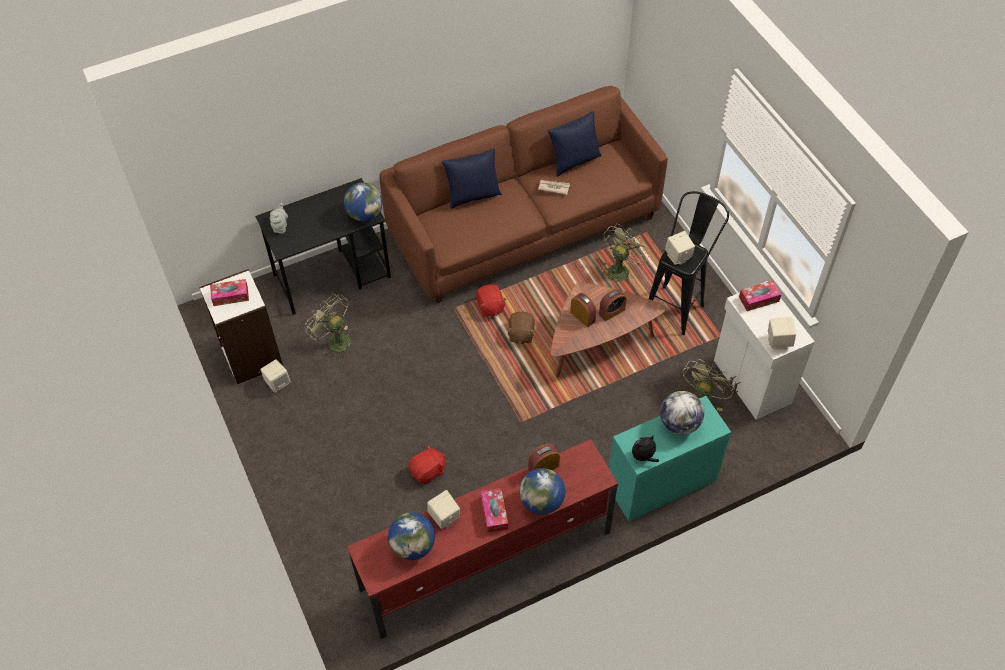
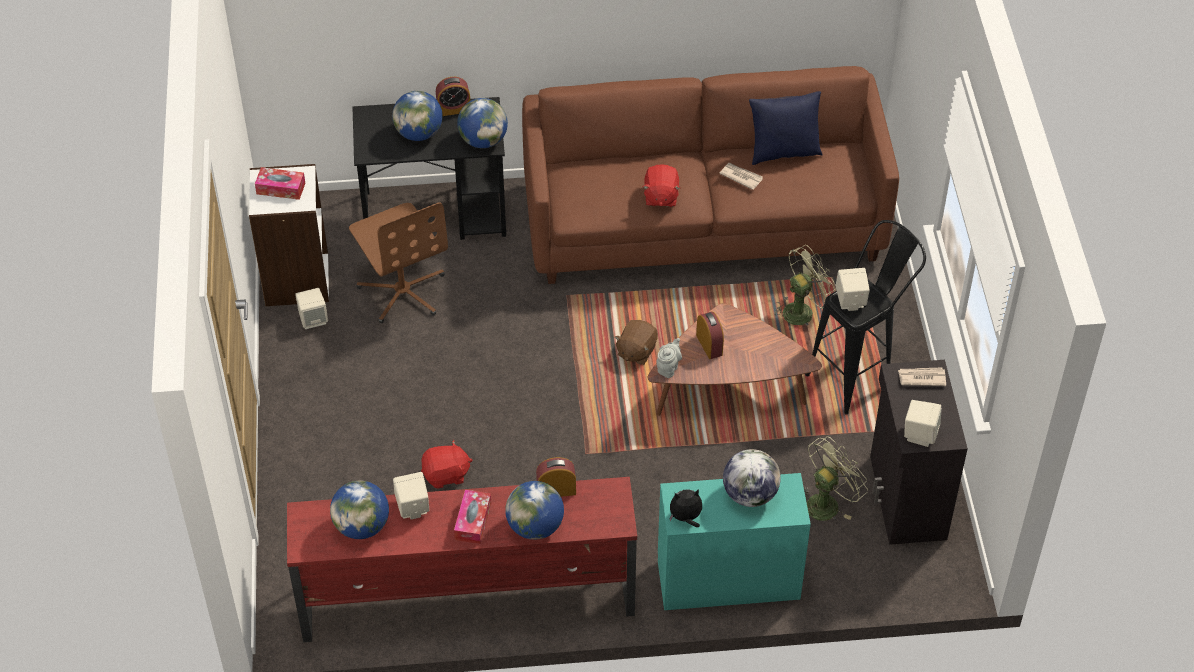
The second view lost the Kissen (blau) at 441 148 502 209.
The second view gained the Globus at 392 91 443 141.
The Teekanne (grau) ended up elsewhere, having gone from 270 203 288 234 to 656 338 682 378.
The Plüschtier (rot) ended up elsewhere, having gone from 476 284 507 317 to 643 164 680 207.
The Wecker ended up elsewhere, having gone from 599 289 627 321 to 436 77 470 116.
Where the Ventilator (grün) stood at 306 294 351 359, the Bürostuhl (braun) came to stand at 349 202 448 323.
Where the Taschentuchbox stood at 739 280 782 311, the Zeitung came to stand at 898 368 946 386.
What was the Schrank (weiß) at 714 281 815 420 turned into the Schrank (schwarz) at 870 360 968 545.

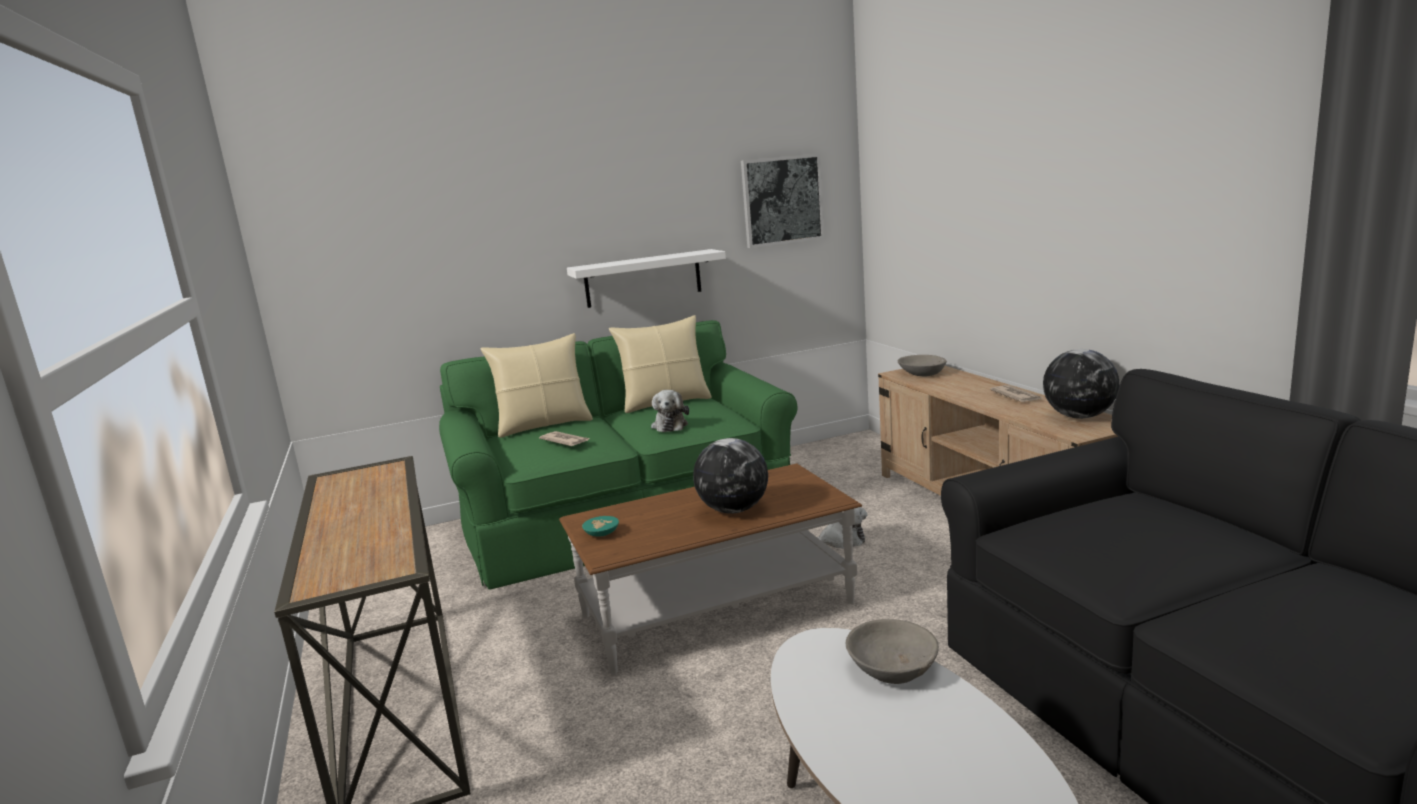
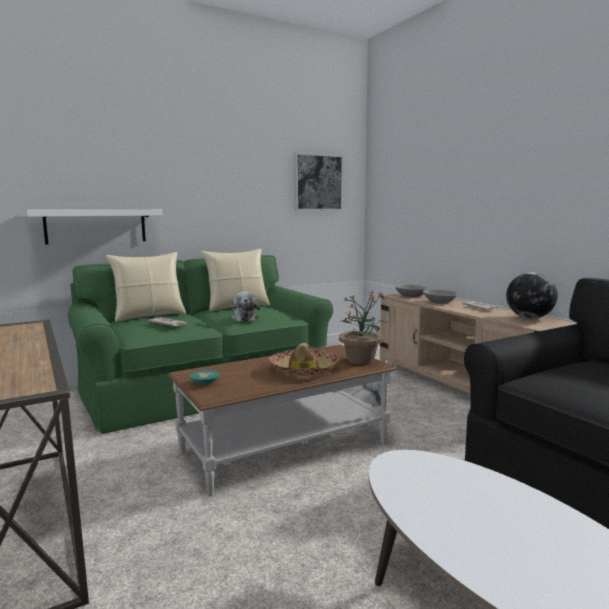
The second view gained the Topfpflanze at 339 290 391 365.
The Wandregal (weiß) ended up elsewhere, having gone from 567 249 726 308 to 27 210 162 245.
The Schüssel (grau) ended up elsewhere, having gone from 846 619 939 684 to 423 289 457 304.
Where the Globus stood at 693 438 768 514, the Hut came to stand at 268 343 339 376.

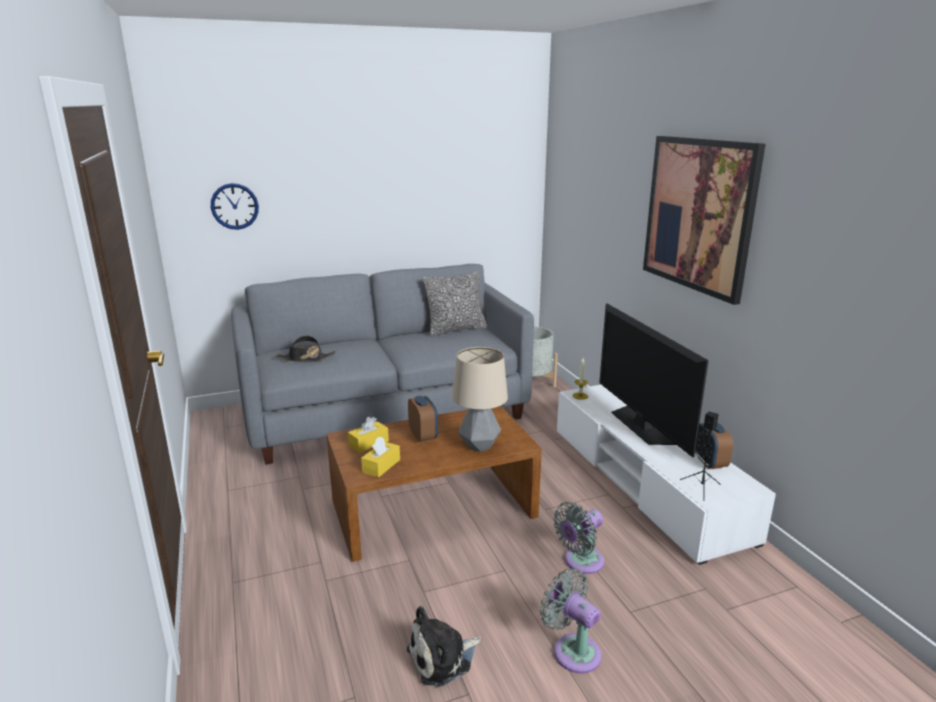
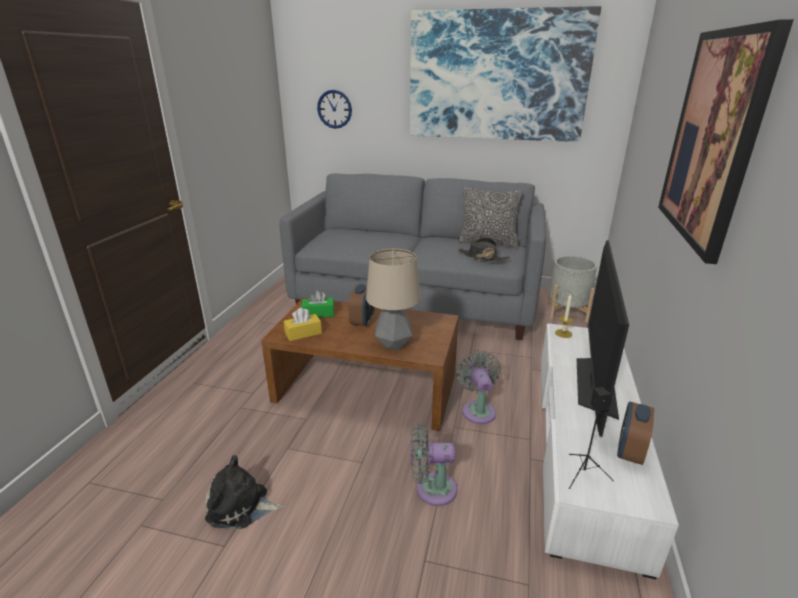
The second view gained the Bild at 410 6 601 142.
The Hut (schwarz) ended up elsewhere, having gone from 275 335 336 361 to 458 237 510 262.
The Ventilator (grau) ended up elsewhere, having gone from 540 568 602 673 to 456 351 501 424.
What was the Taschentuchbox (gelb) at 348 417 389 453 turned into the Taschentuchbox (grün) at 301 291 334 318.

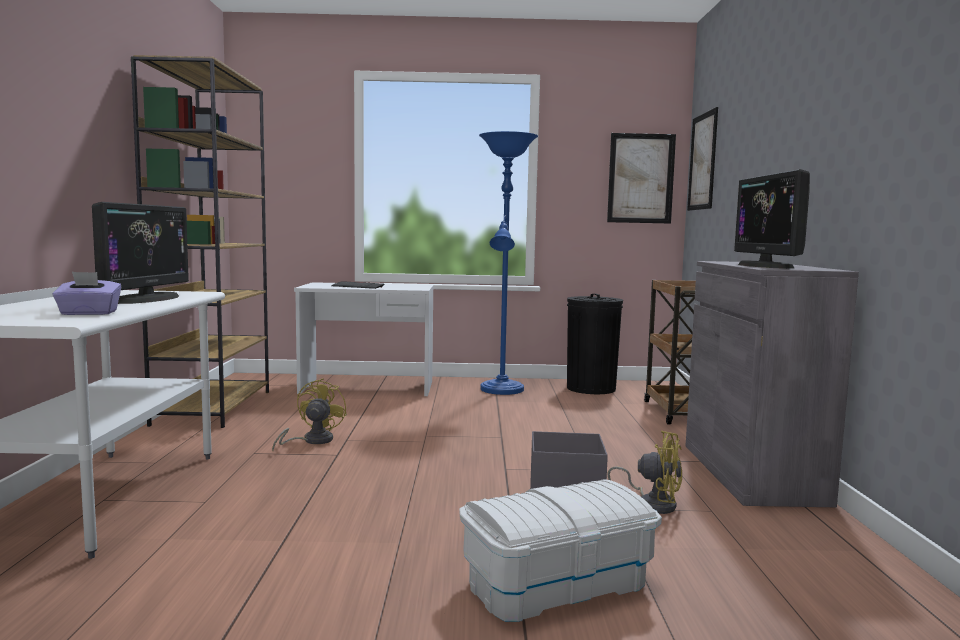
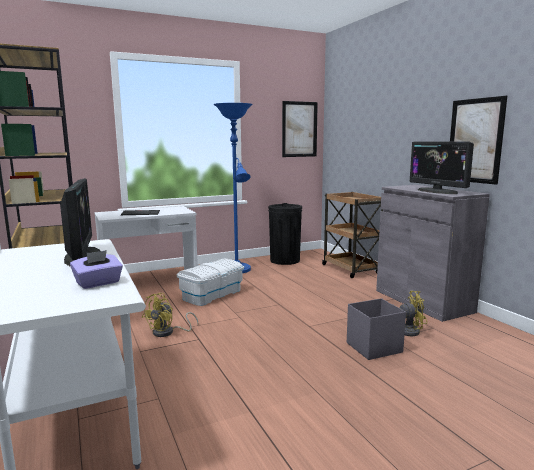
The Aufbewahrungsbox (weiß) ended up elsewhere, having gone from 459 479 662 622 to 177 259 244 306.
The Bild ended up elsewhere, having gone from 687 107 718 211 to 450 96 507 185.
The Ventilator (gelb) at 272 378 347 451 ended up facing another way, 135 degrees counterclockwise from before.

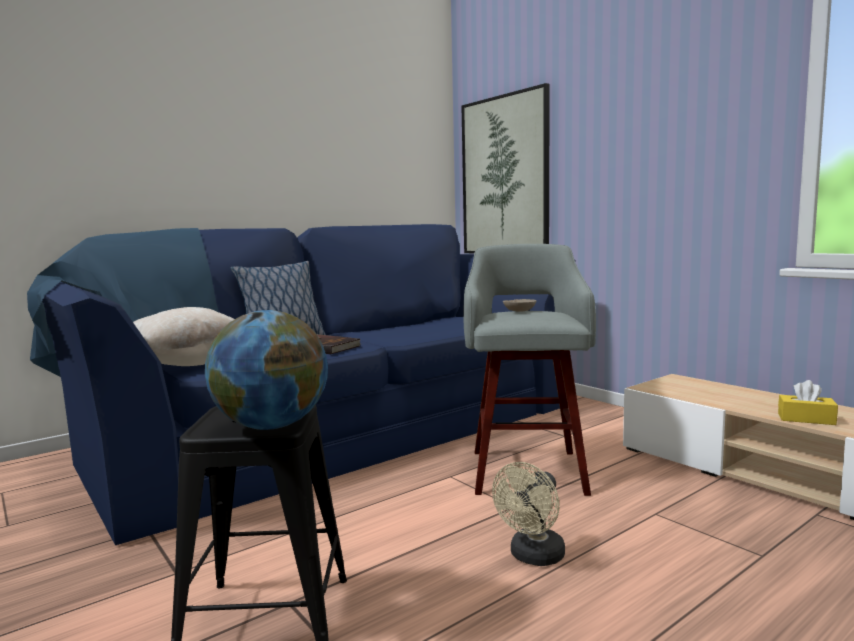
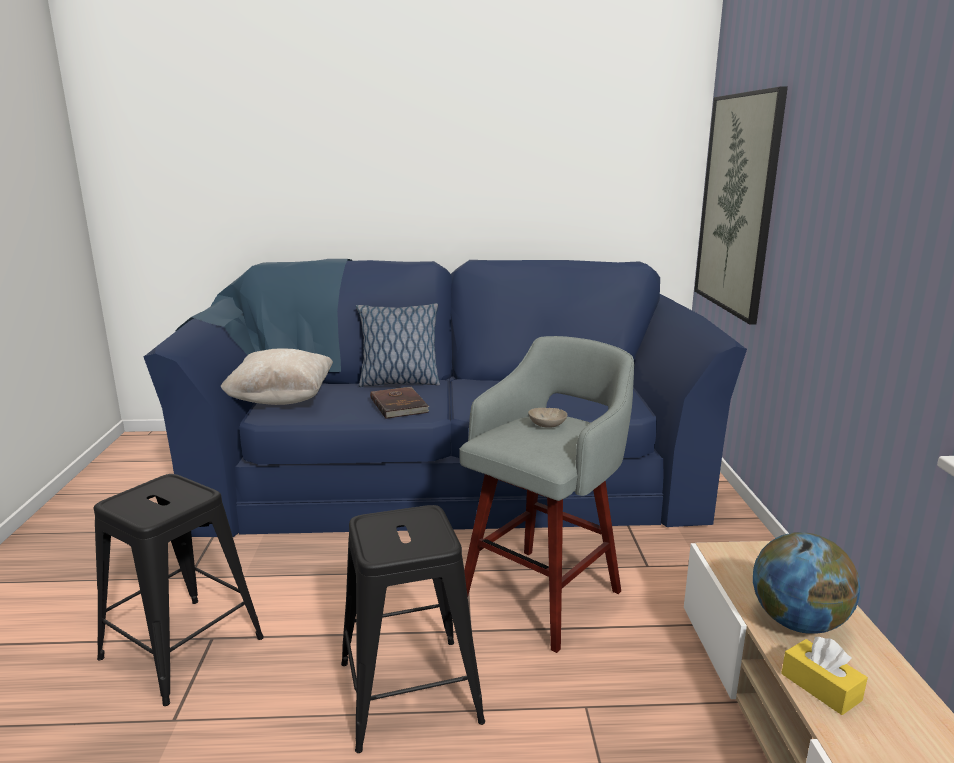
The Globus ended up elsewhere, having gone from 205 310 328 430 to 753 532 860 634.
Where the Ventilator (beige) stood at 492 462 565 566, the Hocker (schwarz) came to stand at 341 505 485 753.

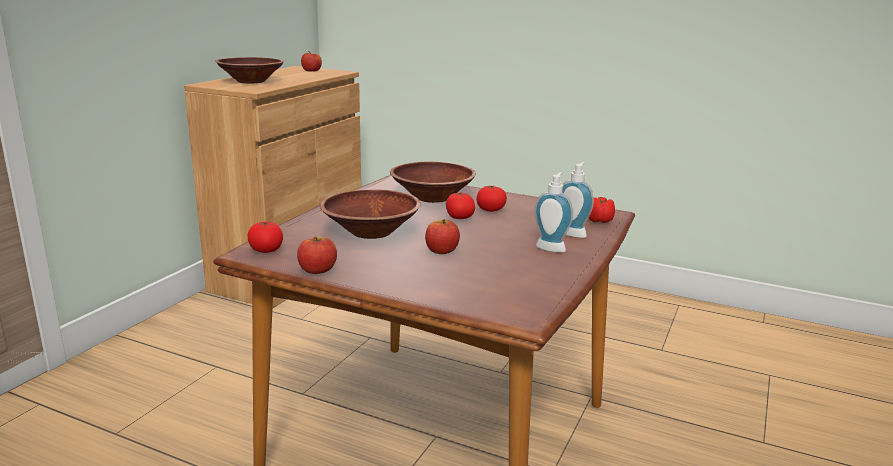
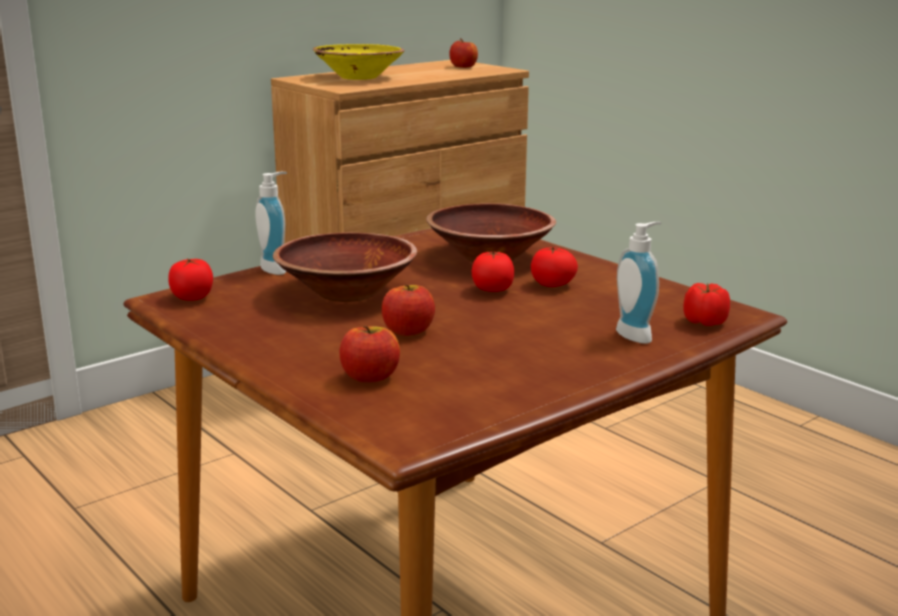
The Apfel ended up elsewhere, having gone from 297 237 337 274 to 340 325 400 382.
The Seifenspender ended up elsewhere, having gone from 534 172 573 253 to 255 172 287 275.
What was the Schüssel (braun) at 215 57 284 83 turned into the Schüssel (gelb) at 313 44 405 80.

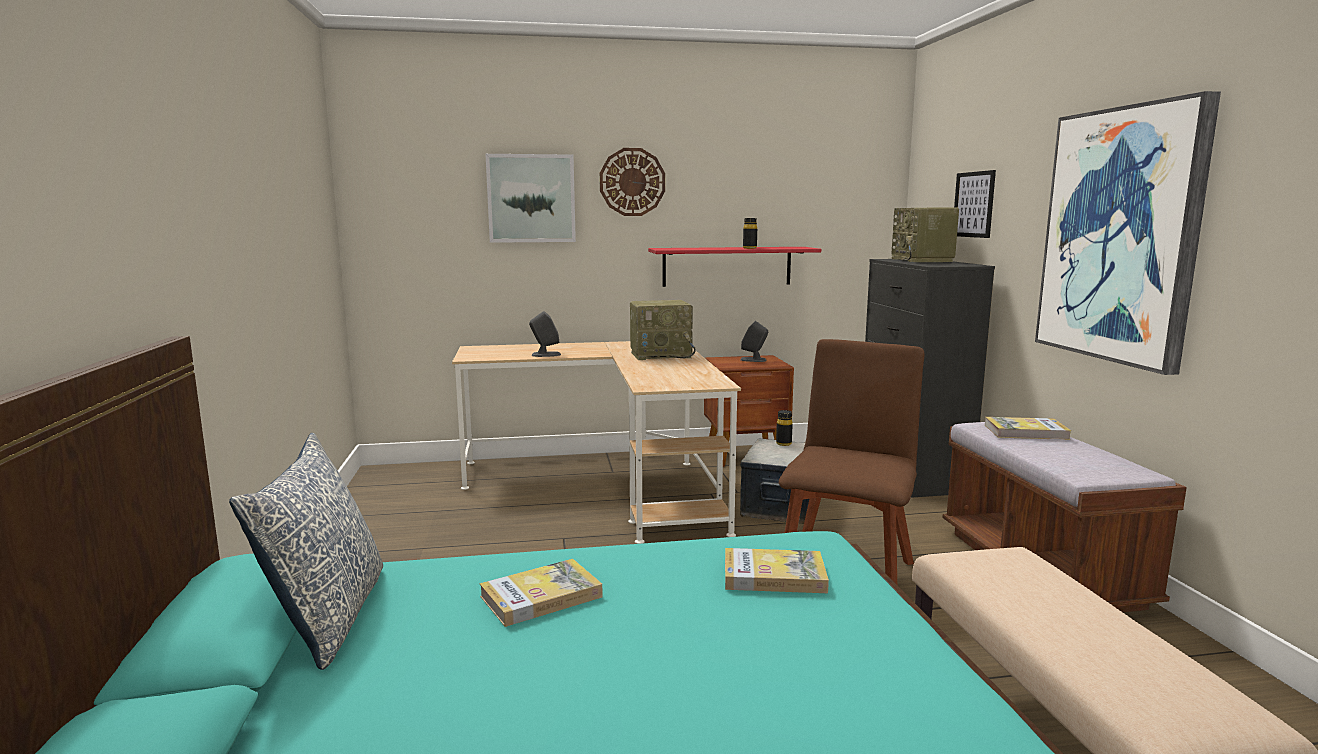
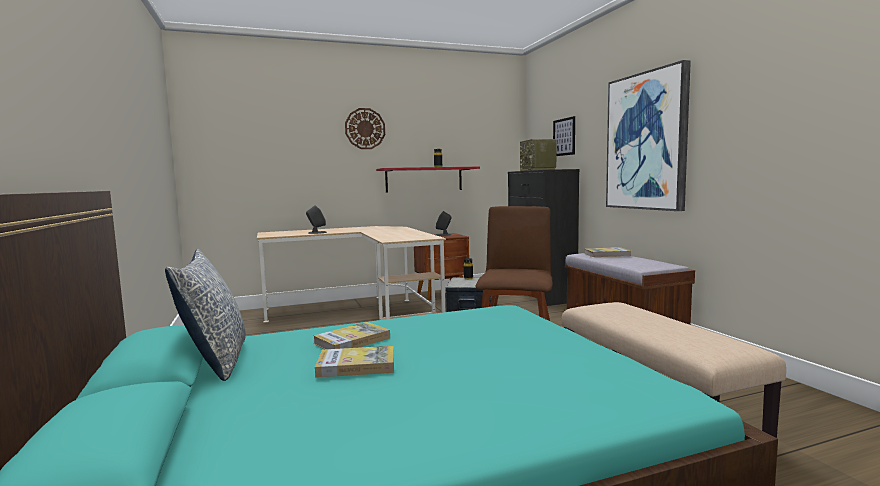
The second view lost the Bild at 485 154 576 243.
The second view lost the Radio at 630 300 696 360.
The Buch ended up elsewhere, having gone from 725 548 829 593 to 315 346 394 378.

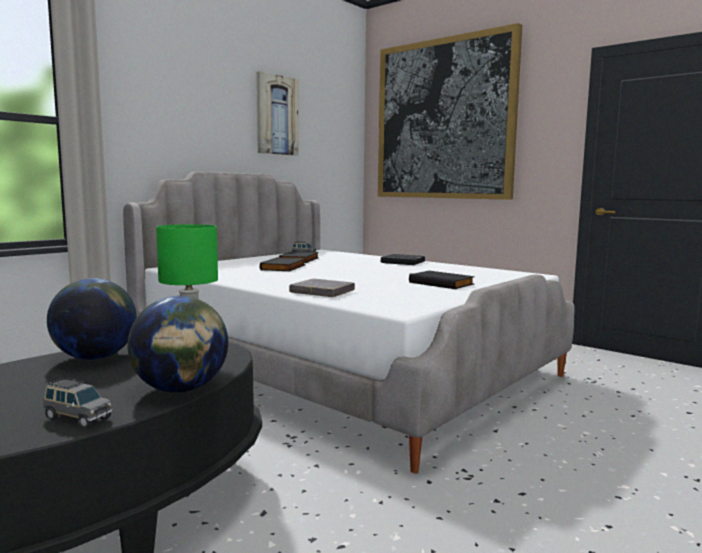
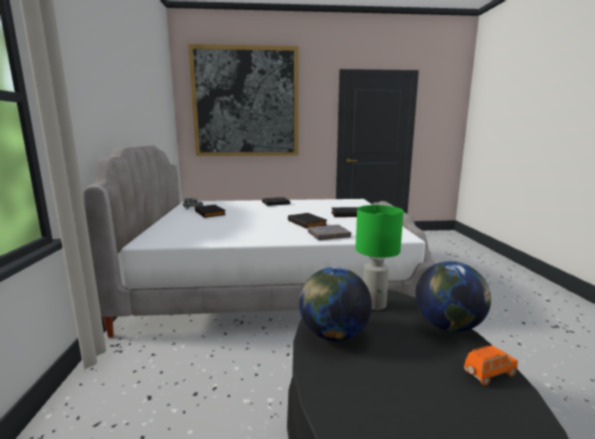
The second view lost the Bild at 257 71 298 156.
The Buch (schwarz) ended up elsewhere, having gone from 260 257 305 271 to 288 213 327 229.
What was the Spielzeugauto (grau) at 44 378 112 428 turned into the Spielzeugauto (orange) at 464 345 518 386.

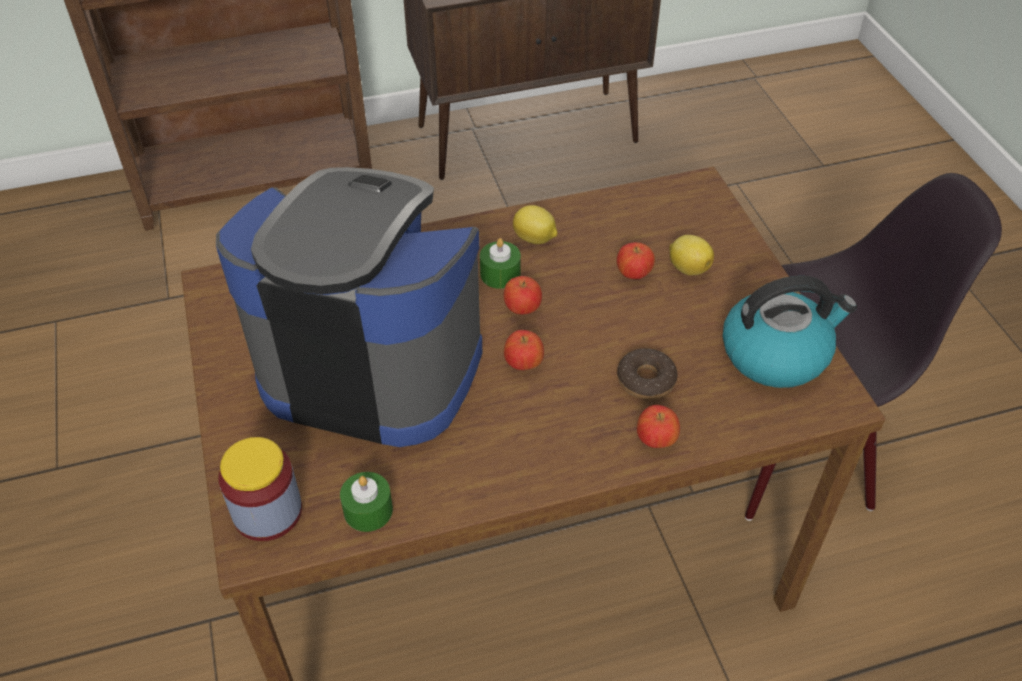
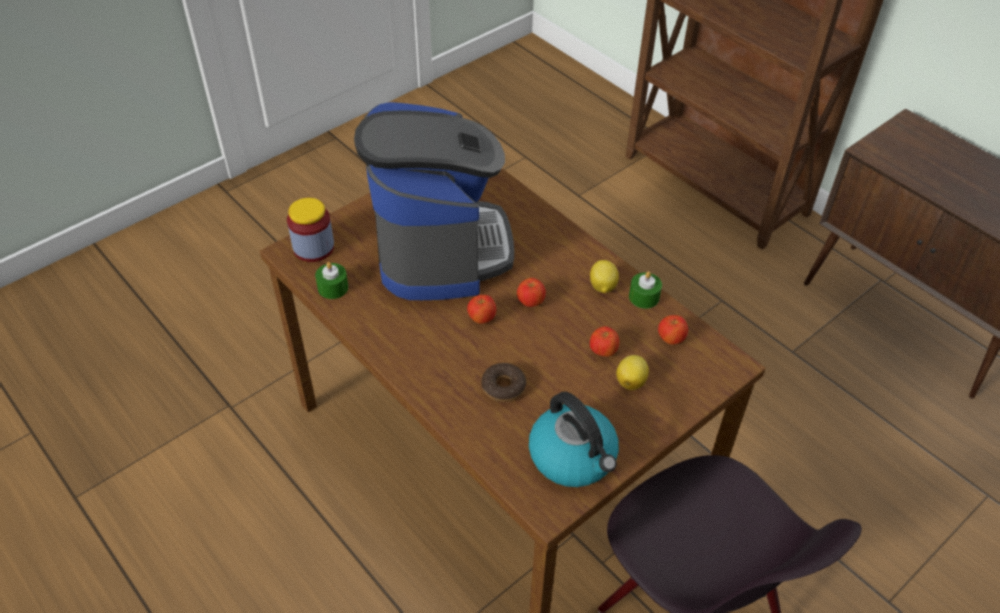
The Kerze (grün) ended up elsewhere, having gone from 480 238 521 289 to 629 272 662 309.
The Apfel ended up elsewhere, having gone from 637 405 680 448 to 658 315 688 345.

